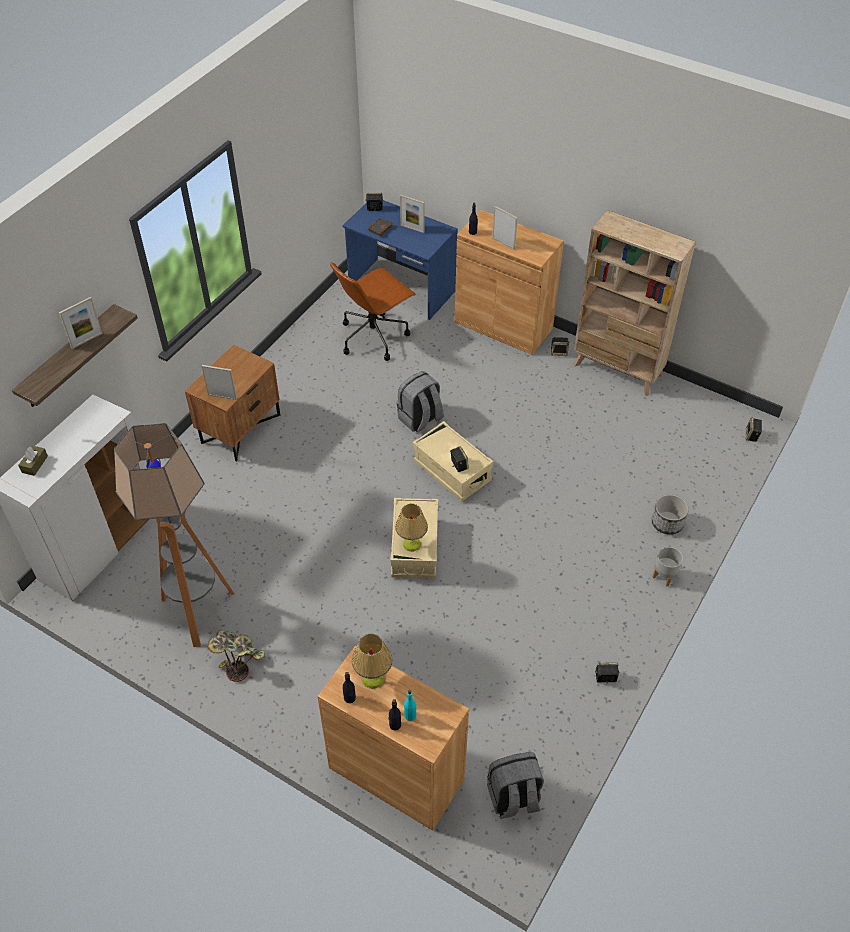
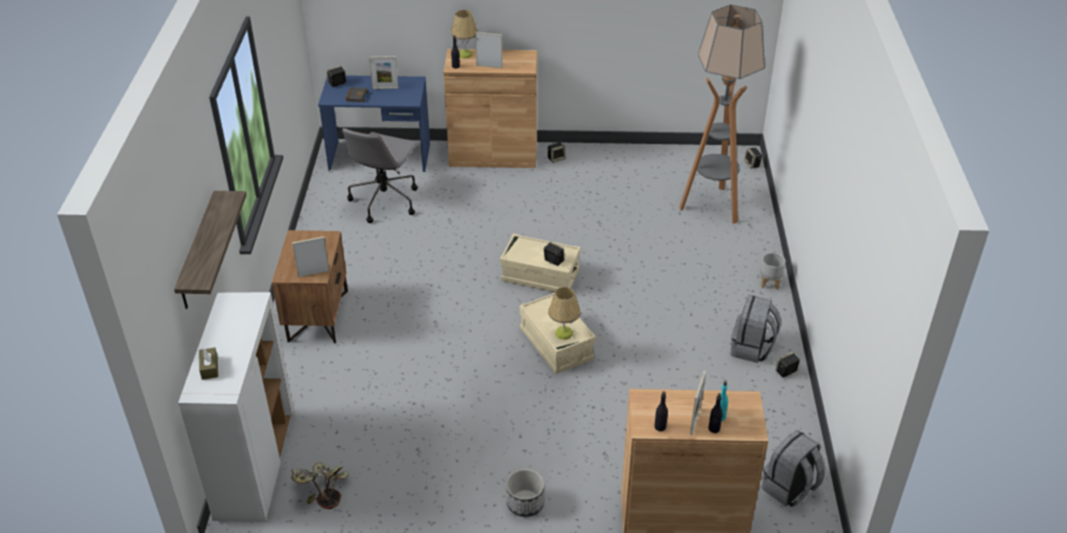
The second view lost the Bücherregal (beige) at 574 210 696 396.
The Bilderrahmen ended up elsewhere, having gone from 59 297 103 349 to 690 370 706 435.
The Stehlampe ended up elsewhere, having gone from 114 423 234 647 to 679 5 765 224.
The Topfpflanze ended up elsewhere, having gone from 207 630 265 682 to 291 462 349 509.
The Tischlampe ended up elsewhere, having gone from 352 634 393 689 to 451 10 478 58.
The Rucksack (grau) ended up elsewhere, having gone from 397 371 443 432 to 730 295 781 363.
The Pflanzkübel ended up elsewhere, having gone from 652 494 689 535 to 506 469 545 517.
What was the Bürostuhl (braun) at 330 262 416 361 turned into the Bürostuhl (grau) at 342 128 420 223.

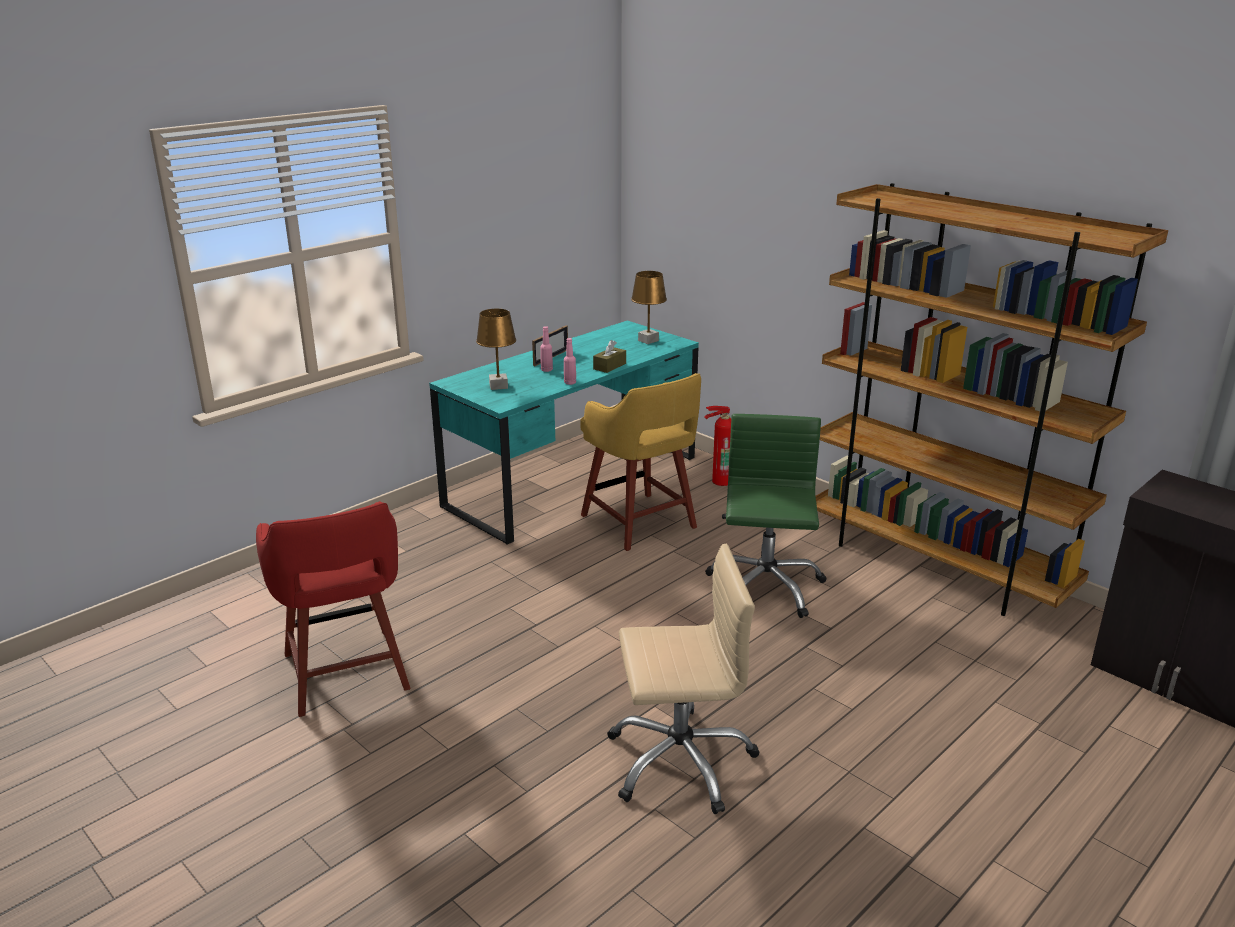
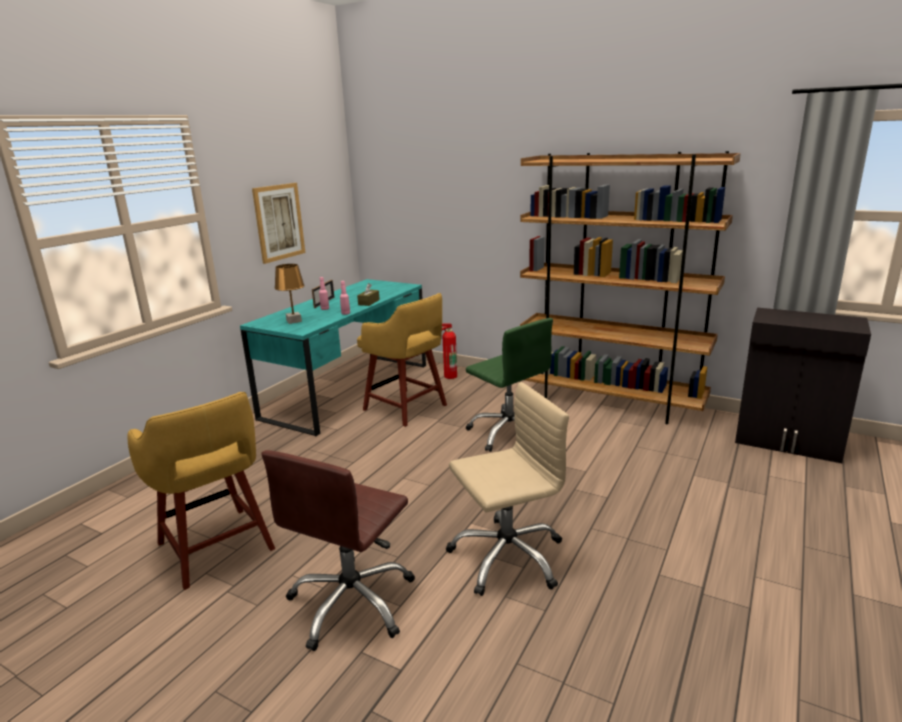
The second view lost the Tischlampe (braun) at 631 271 667 344.
The second view gained the Bild at 252 183 305 264.
The second view gained the Bürostuhl (braun) at 262 450 415 651.
What was the Hocker (rot) at 256 501 411 717 turned into the Hocker (gelb) at 127 392 275 590.
The Bürostuhl (grün) at 706 414 827 618 ended up facing another way, 150 degrees clockwise from before.

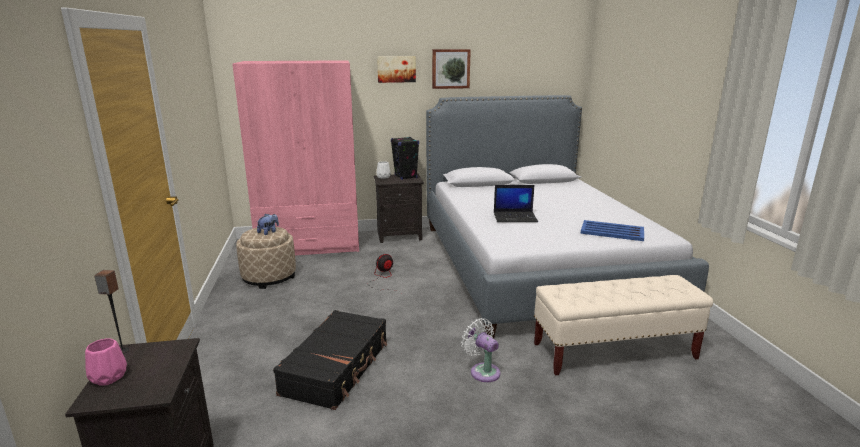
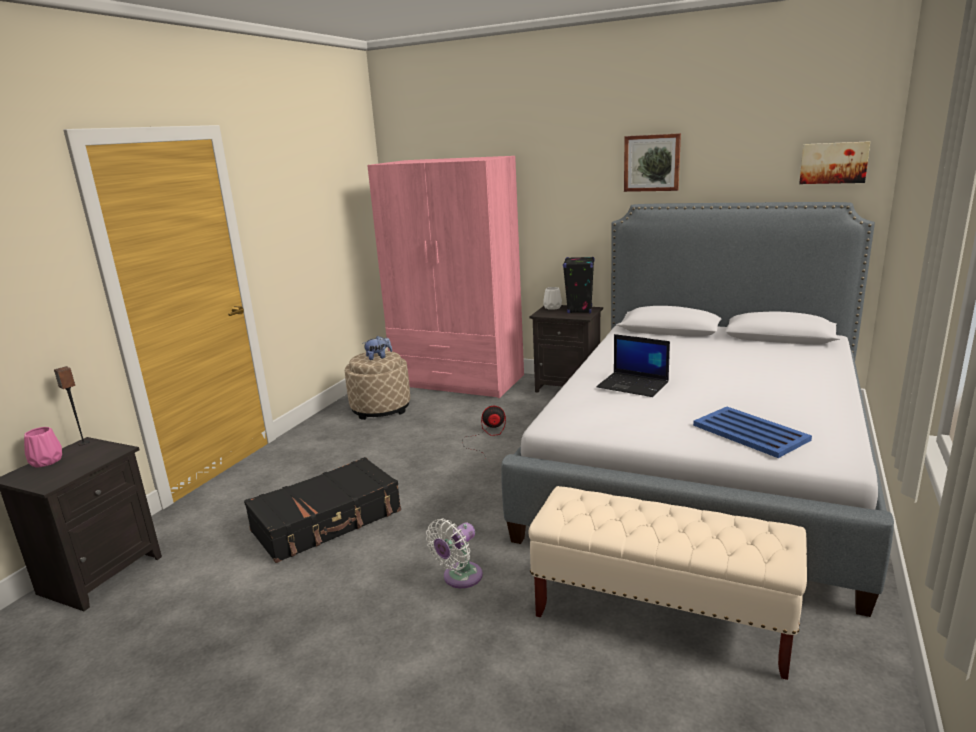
The Bild ended up elsewhere, having gone from 377 56 416 83 to 799 141 870 184.
The Ventilator (weiß) at 461 318 501 382 ended up facing another way, 135 degrees counterclockwise from before.

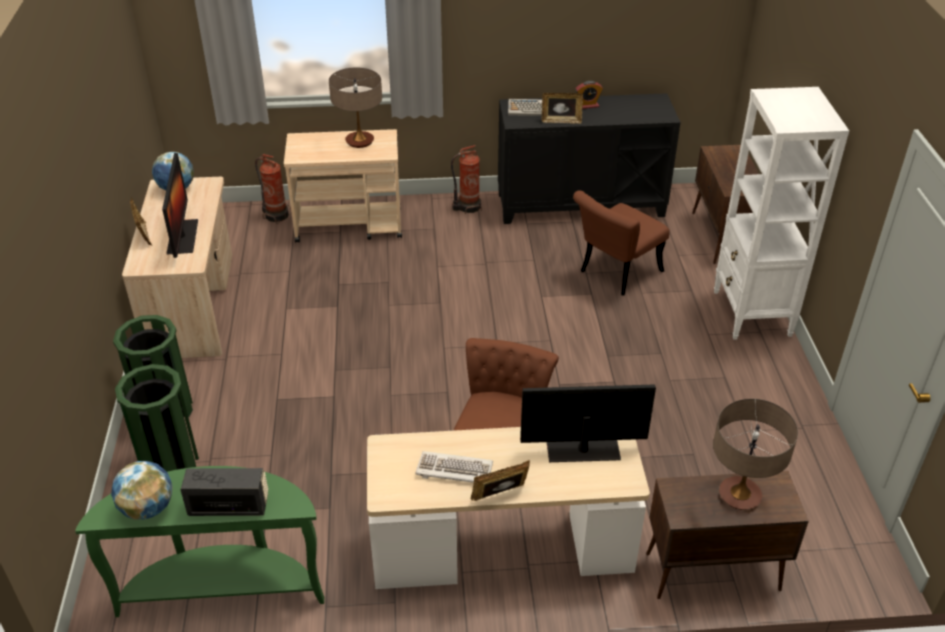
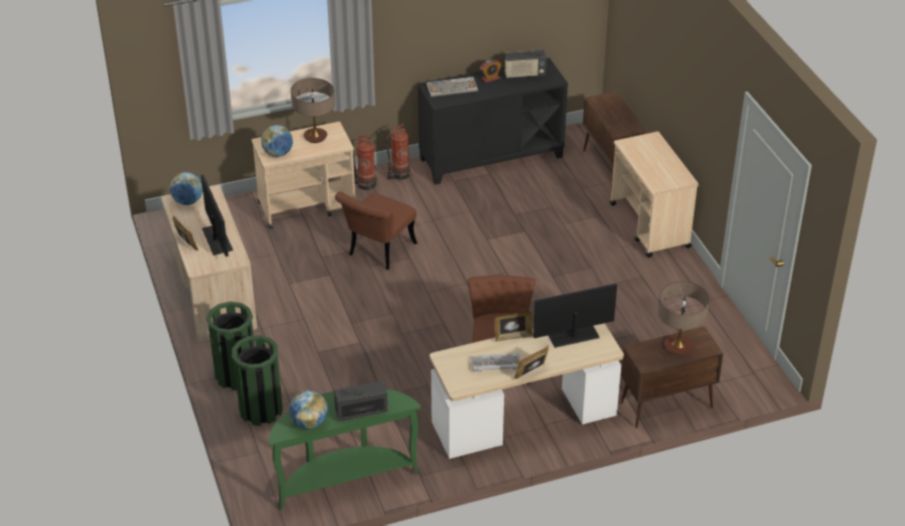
The second view gained the Globus at 261 125 293 157.
The second view gained the Radio at 505 50 547 78.
The Feuerlöscher ended up elsewhere, having gone from 255 154 291 224 to 351 135 378 191.
The Bilderrahmen ended up elsewhere, having gone from 542 93 583 124 to 494 312 533 342.
The Stuhl (braun) ended up elsewhere, having gone from 573 190 670 296 to 335 192 417 270.
Where the Bücherregal (weiß) stood at 714 87 849 340, the Rollwagen (beige) came to stand at 610 131 698 258.

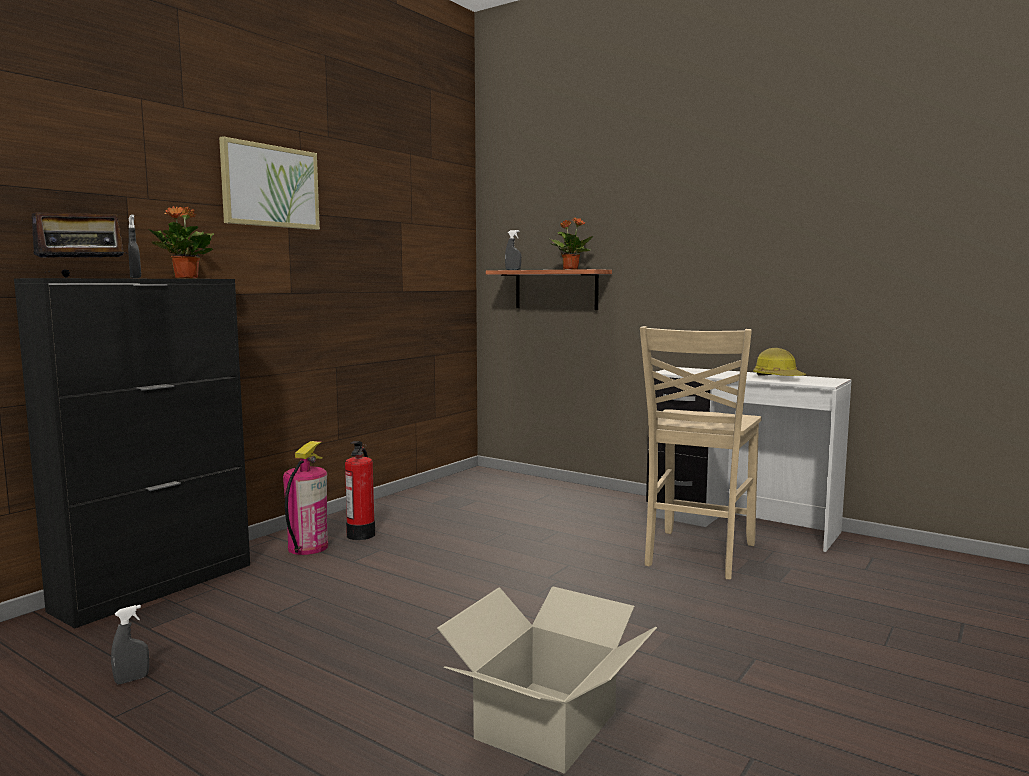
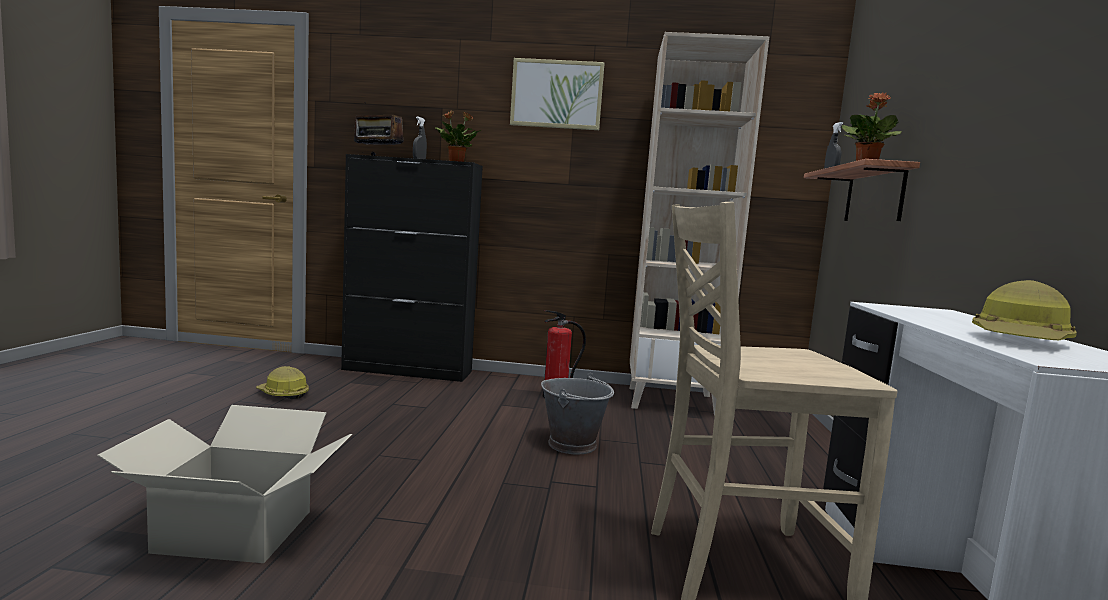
The second view lost the Feuerlöscher at 283 441 328 555.
The second view gained the Eimer (grau) at 541 373 614 454.
The second view gained the Bücherregal (beige) at 629 32 770 416.
Where the Sprühflasche (grau) stood at 111 605 149 684, the Schutzhelm came to stand at 256 366 309 399.

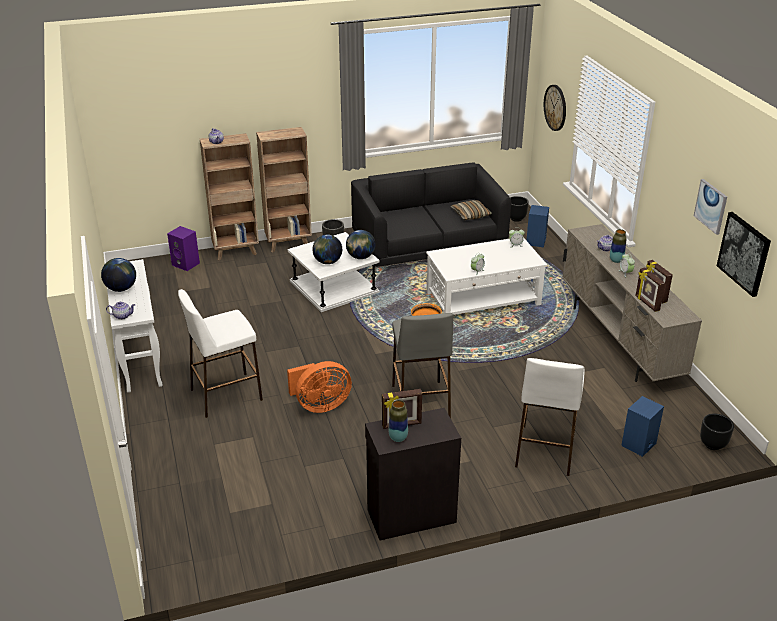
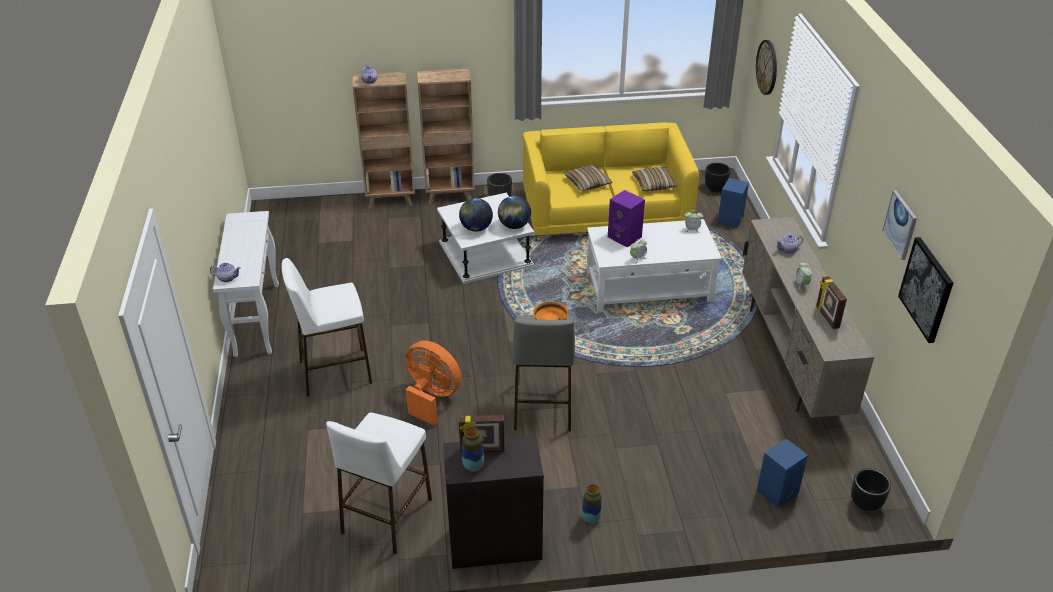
The second view lost the Globus at 101 258 136 292.
The second view lost the Bilderrahmen at 635 268 665 312.
The second view gained the Kissen at 564 165 613 191.
The Lautsprecher (lila) ended up elsewhere, having gone from 167 226 200 271 to 608 190 645 247.
The Hocker (weiß) ended up elsewhere, having gone from 515 358 584 476 to 326 412 432 554.
The Vase ended up elsewhere, having gone from 610 229 627 263 to 582 484 602 524.
What was the Sofa (schwarz) at 351 162 511 273 turned into the Sofa (gelb) at 523 122 700 242.
The Ventilator (orange) at 287 361 352 413 ended up facing another way, 135 degrees counterclockwise from before.

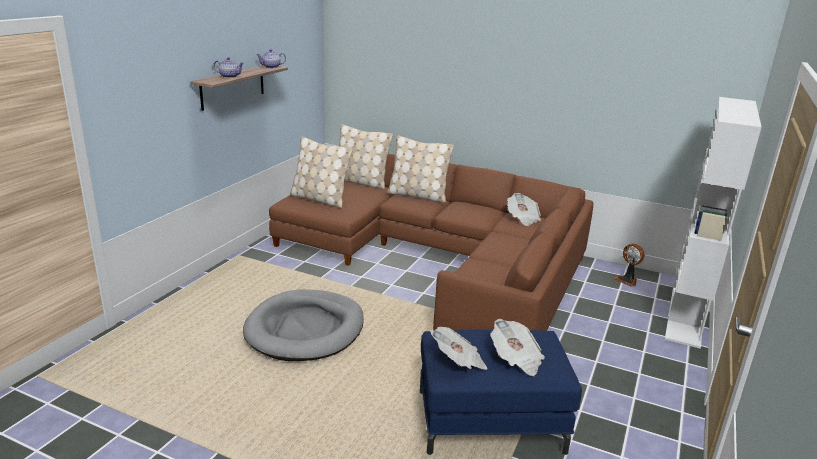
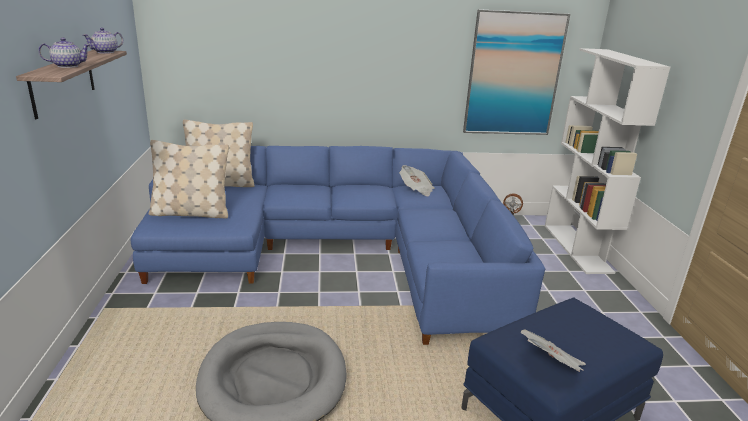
The second view lost the Kissen (beige) at 387 135 454 203.
The second view lost the Zeitung at 491 319 545 376.
The second view gained the Bild at 463 9 570 135.
What was the Sofa (braun) at 269 154 593 331 turned into the Sofa (blau) at 131 146 545 345.

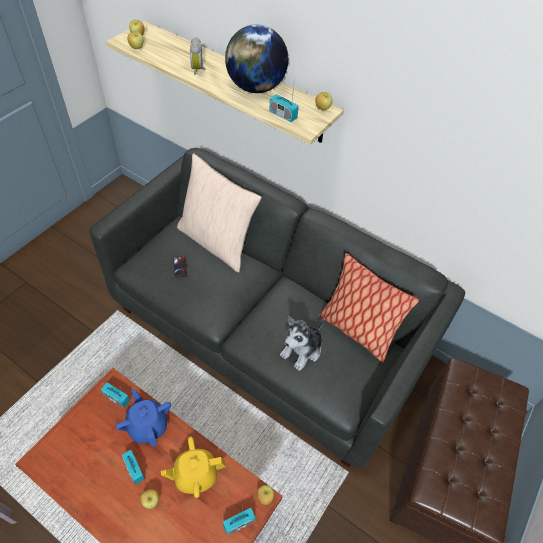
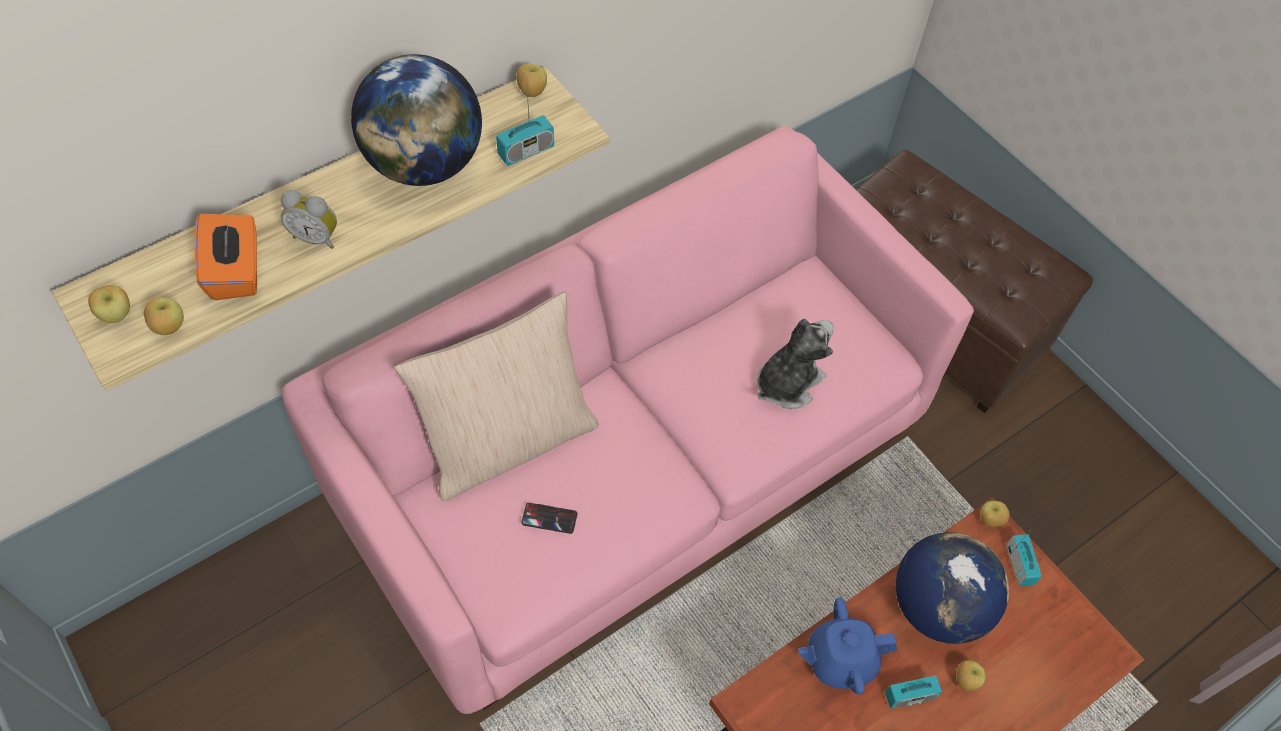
The second view lost the Radio at 101 383 130 408.
The second view lost the Kissen at 319 253 419 363.
The second view gained the Taschentuchbox (orange) at 194 214 257 300.
Where the Teekanne (gelb) stood at 161 437 226 498, the Globus came to stand at 896 532 1009 644.
What was the Sofa (grau) at 89 148 465 468 turned into the Sofa (rosa) at 281 126 974 714.
The Plüschtier at 280 316 323 371 ended up facing another way, 105 degrees counterclockwise from before.

